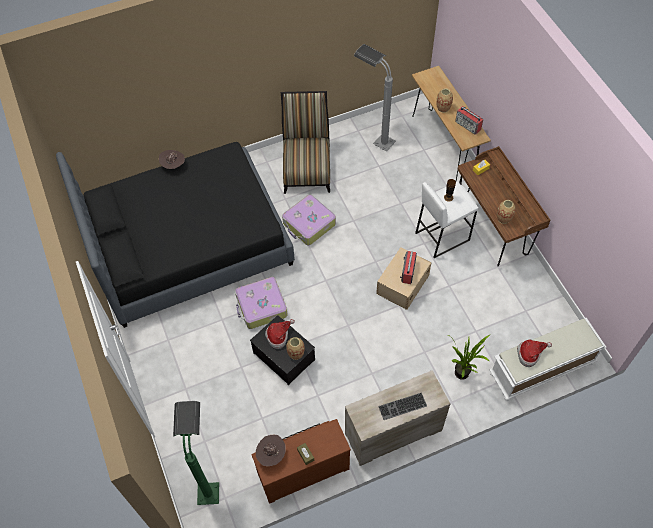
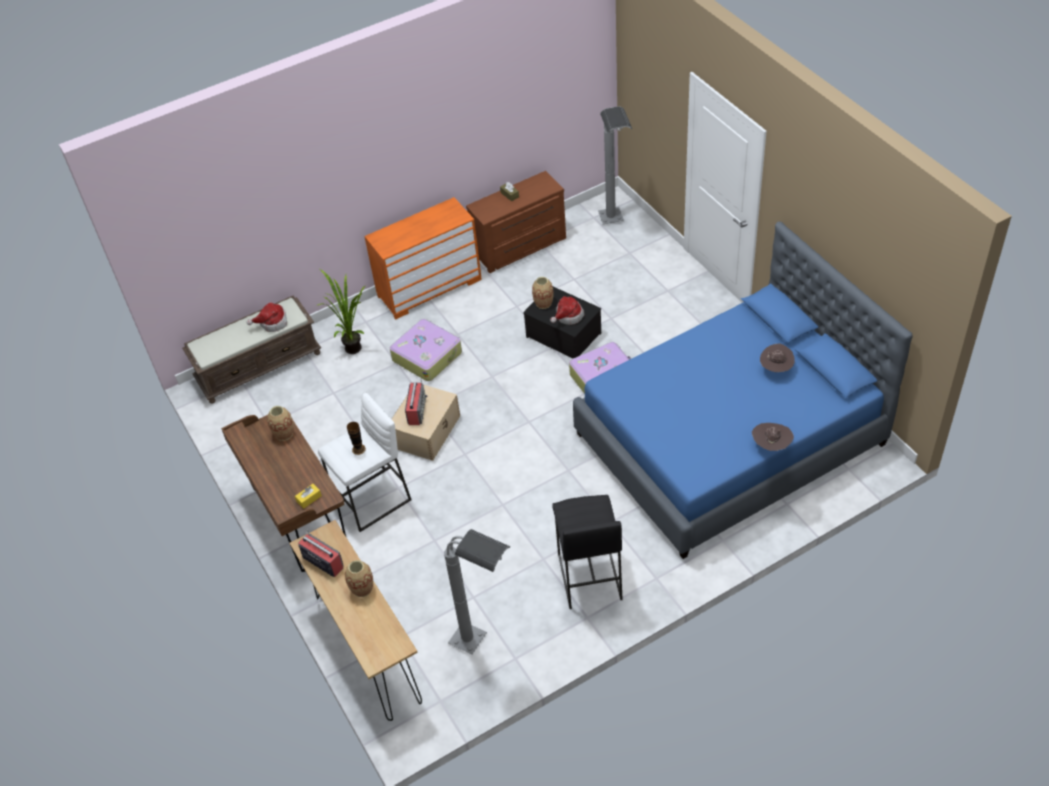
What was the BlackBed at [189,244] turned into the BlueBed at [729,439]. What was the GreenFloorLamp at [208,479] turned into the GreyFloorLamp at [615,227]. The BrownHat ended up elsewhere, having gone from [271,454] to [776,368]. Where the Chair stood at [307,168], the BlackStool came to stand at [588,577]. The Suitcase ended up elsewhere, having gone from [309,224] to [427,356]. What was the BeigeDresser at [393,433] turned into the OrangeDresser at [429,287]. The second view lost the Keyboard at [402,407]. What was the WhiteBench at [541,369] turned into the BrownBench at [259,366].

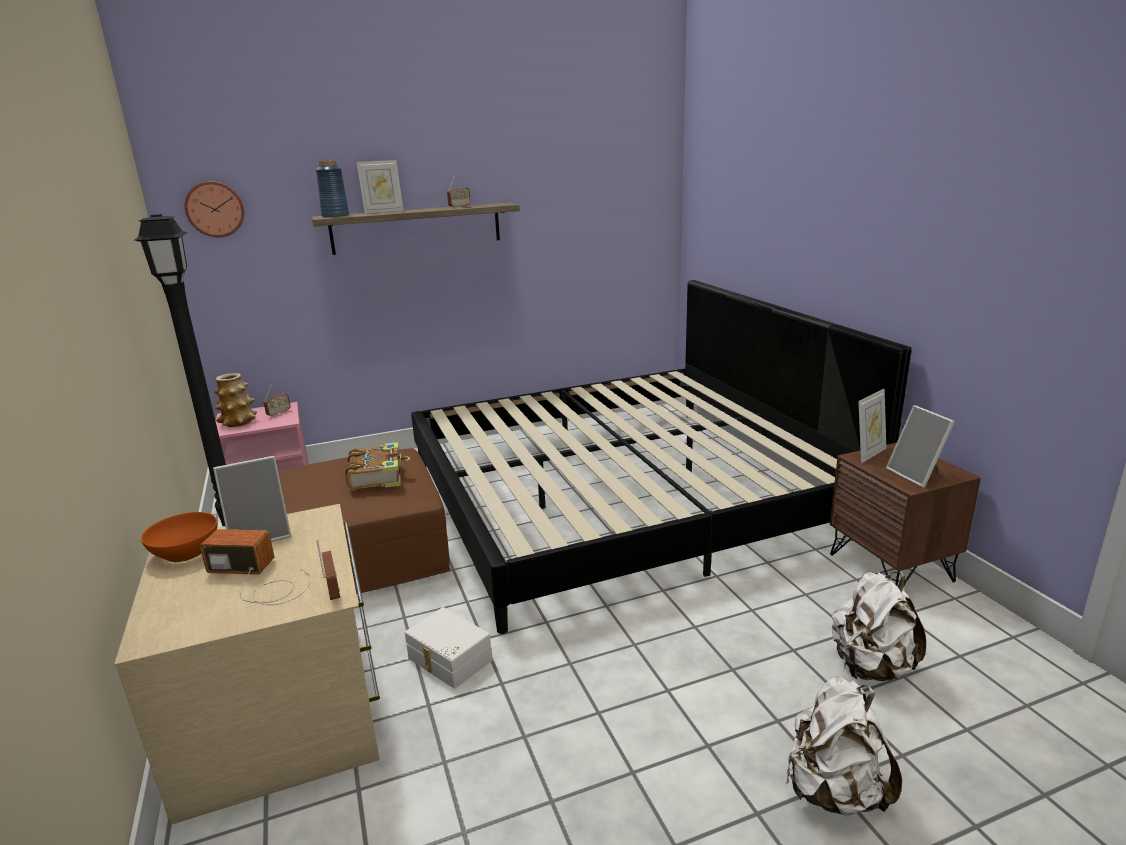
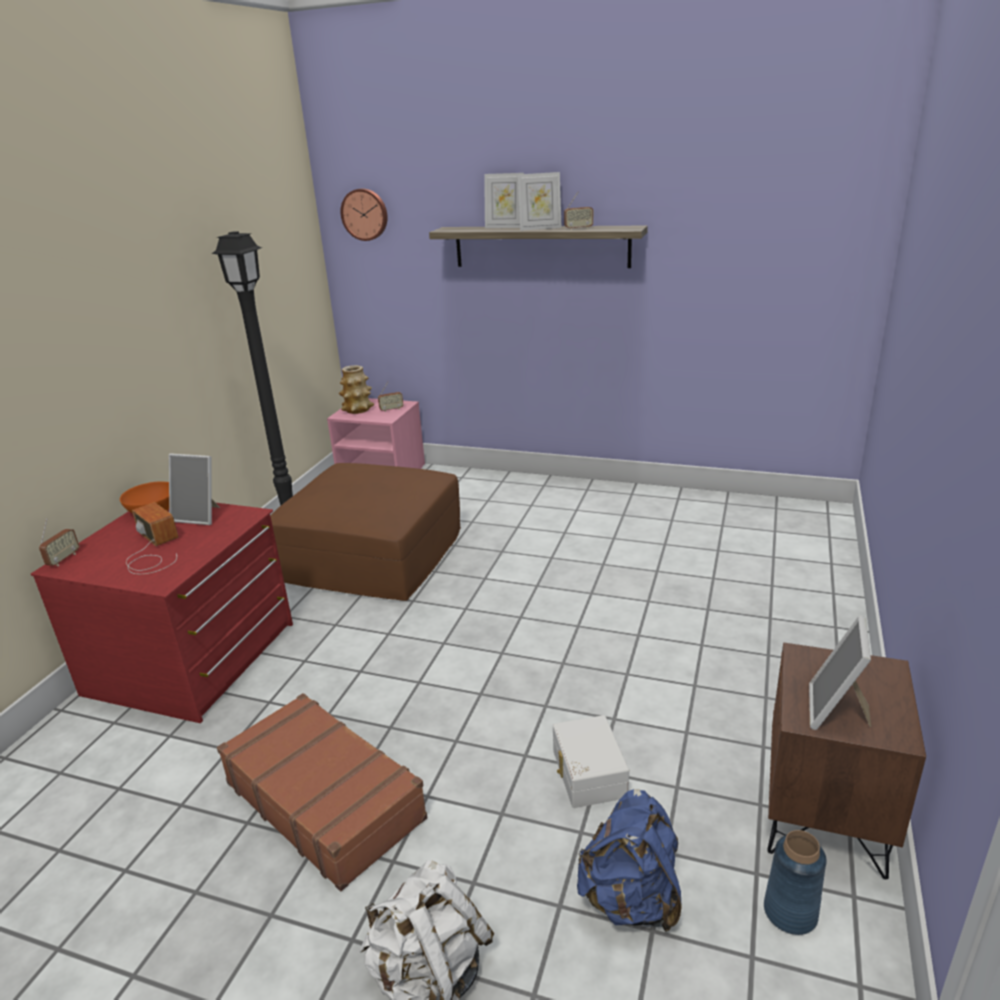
What was the BeigeDresser at [283,714] turned into the RedDresser at [194,659]. The BlueVase ended up elsewhere, having gone from [335,216] to [790,912]. The Radio ended up elsewhere, having gone from [332,591] to [63,559]. The second view lost the Book at [377,476]. The WhiteStorageBox ended up elsewhere, having gone from [448,660] to [587,773]. The second view lost the Bed at [622,494]. What was the WhiteBackpack at [871,667] turned into the BlueBackpack at [631,899]. The PictureFrame ended up elsewhere, having gone from [869,454] to [540,228]. The second view gained the BrownSuitcase at [325,799].

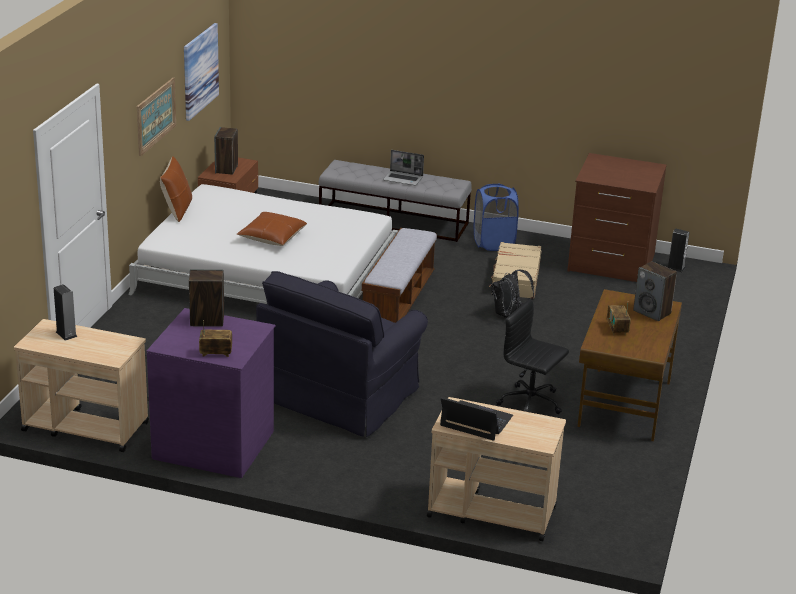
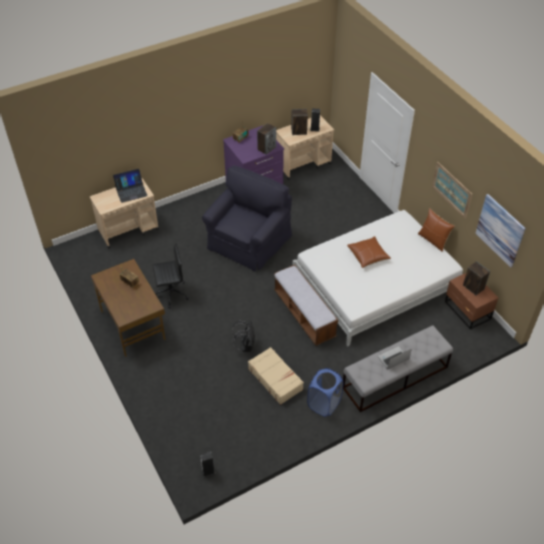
The BlackArmchair at [341,393] ended up facing another way, 45 degrees clockwise from before. The second view lost the BrownDresser at [611,263]. The Speaker ended up elsewhere, having gone from [652,312] to [298,131].

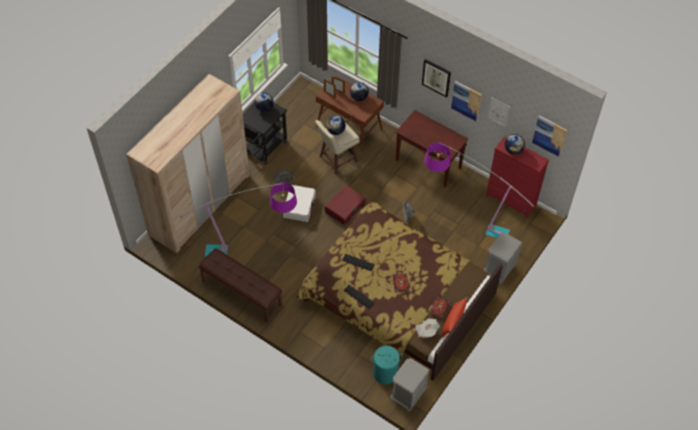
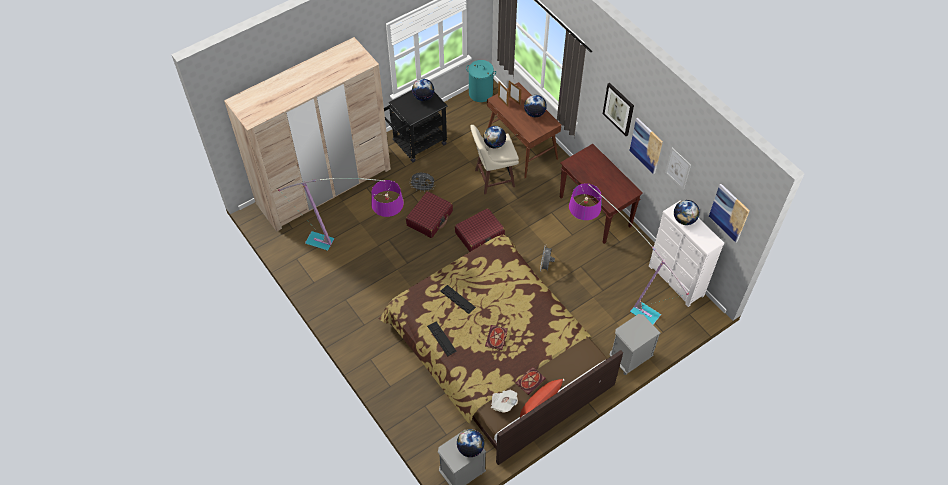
The second view lost the BrownBench at [241,293]. What was the WhiteSuitcase at [299,206] turned into the RedSuitcase at [430,218]. The TurquoiseLaundryBasket ended up elsewhere, having gone from [385,373] to [481,93]. What was the RedDresser at [510,201] turned into the WhiteDresser at [675,281]. The second view gained the Globe at [470,448].

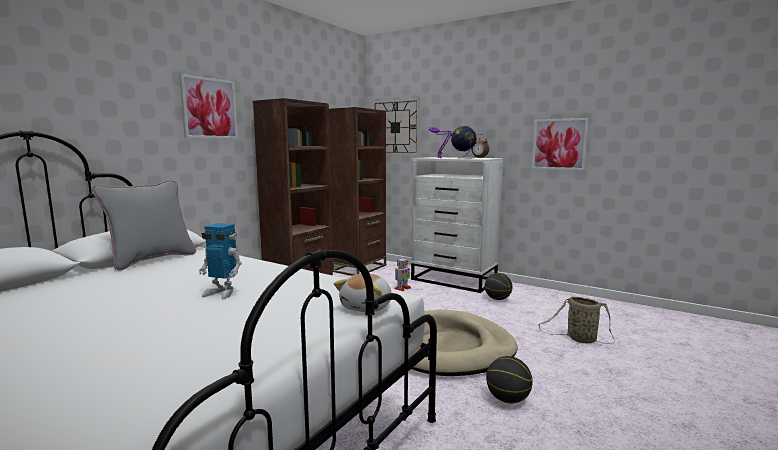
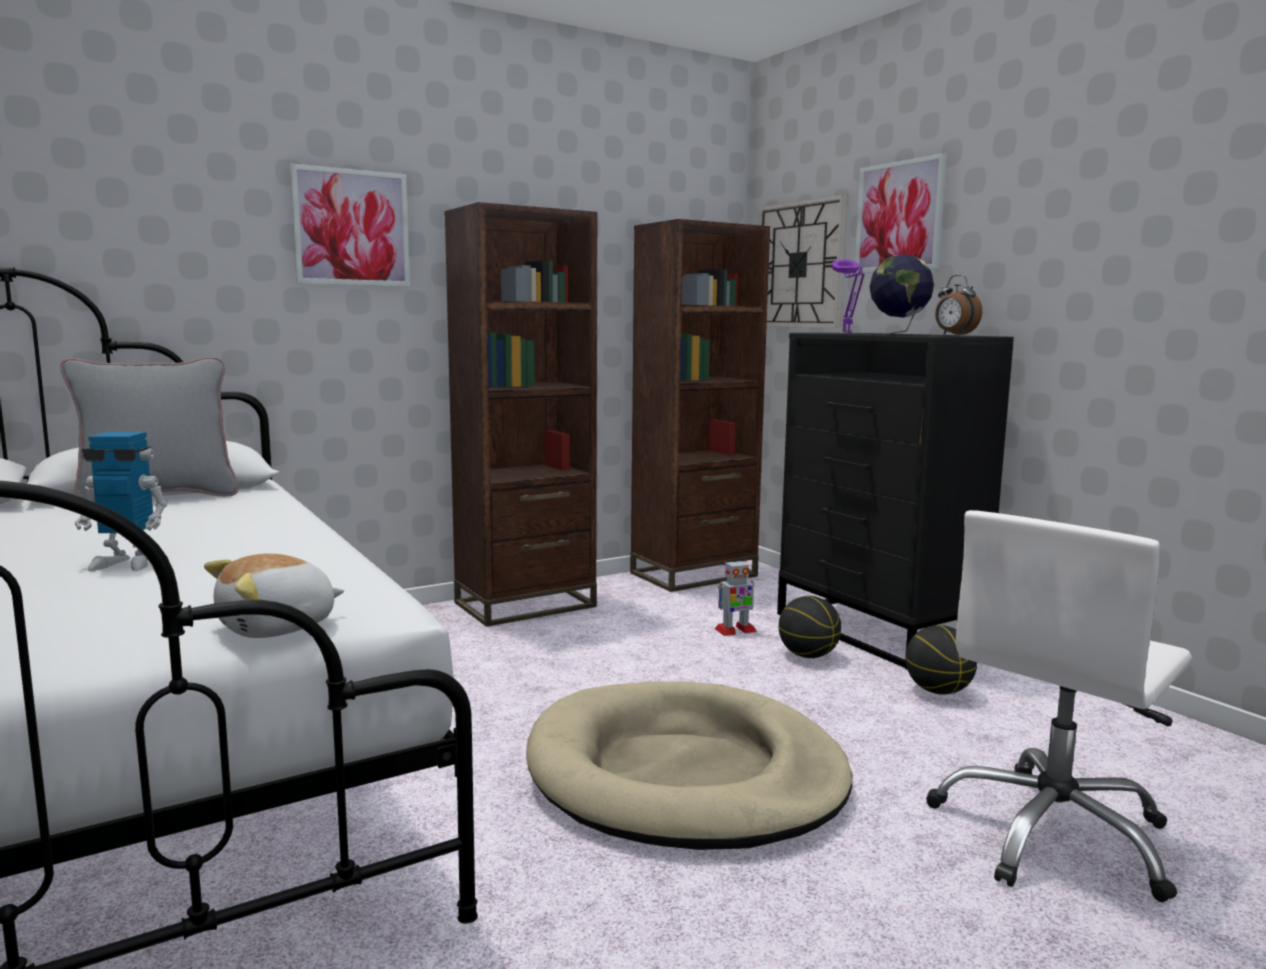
The ToyRobot at [222,293] ended up facing another way, 45 degrees counterclockwise from before. What was the WhiteDresser at [454,280] turned into the BlackDresser at [877,631]. The Basketball ended up elsewhere, having gone from [508,399] to [808,656]. The Picture ended up elsewhere, having gone from [559,144] to [899,216]. Where the Basket stood at [579,339], the WhiteOfficeChair came to stand at [1053,834].

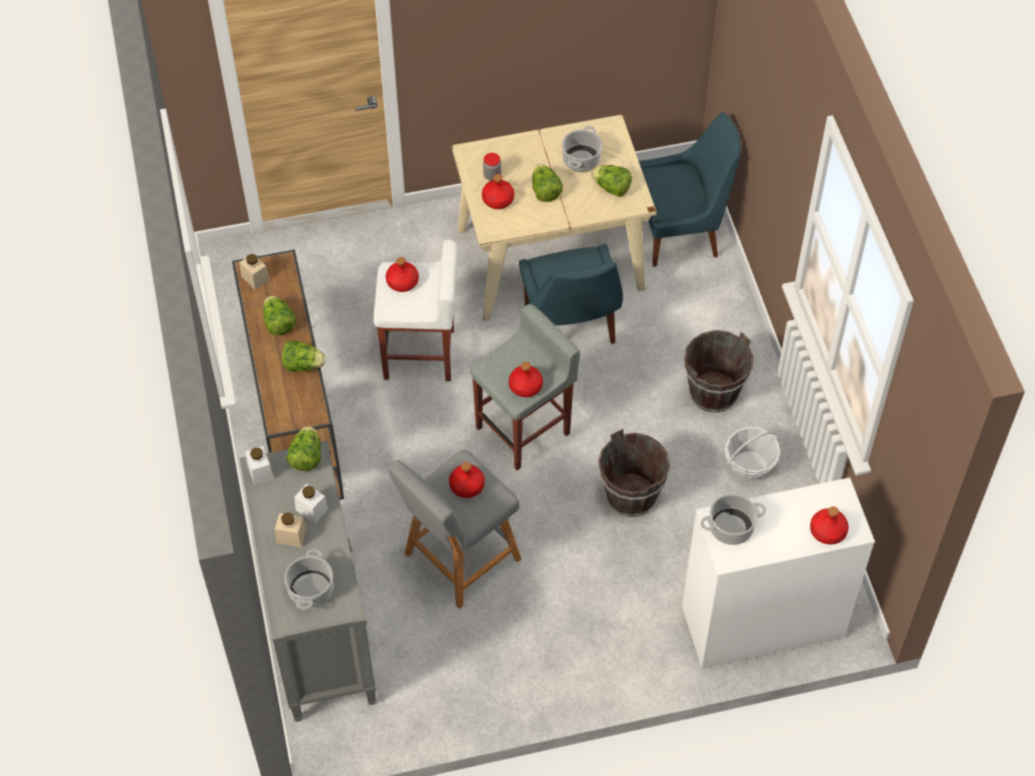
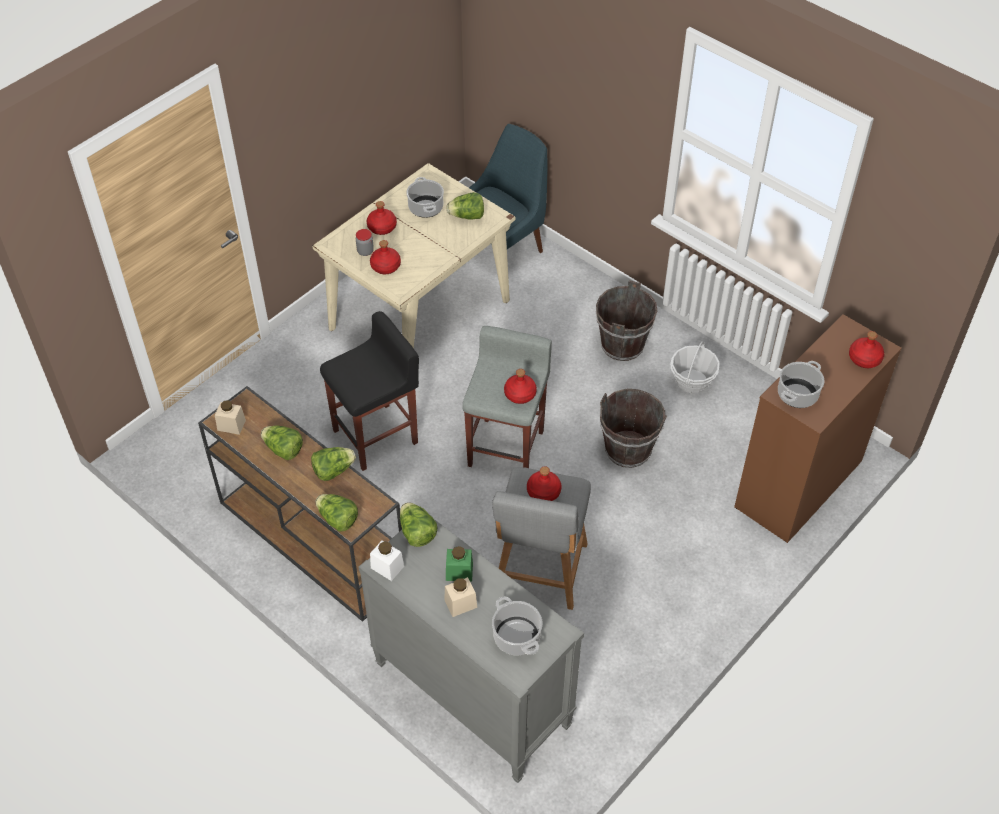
What was the WhiteJar at [311,509] turned into the GreenJar at [459,572]. What was the WhiteStool at [420,354] turned into the BlackStool at [376,436]. The RedBottle ended up elsewhere, having gone from [402,281] to [381,227]. The second view lost the BlueChair at [570,327]. The Lettuce ended up elsewhere, having gone from [545,191] to [337,519]. What was the WhiteDresser at [762,622] turned into the BrownDresser at [798,484].

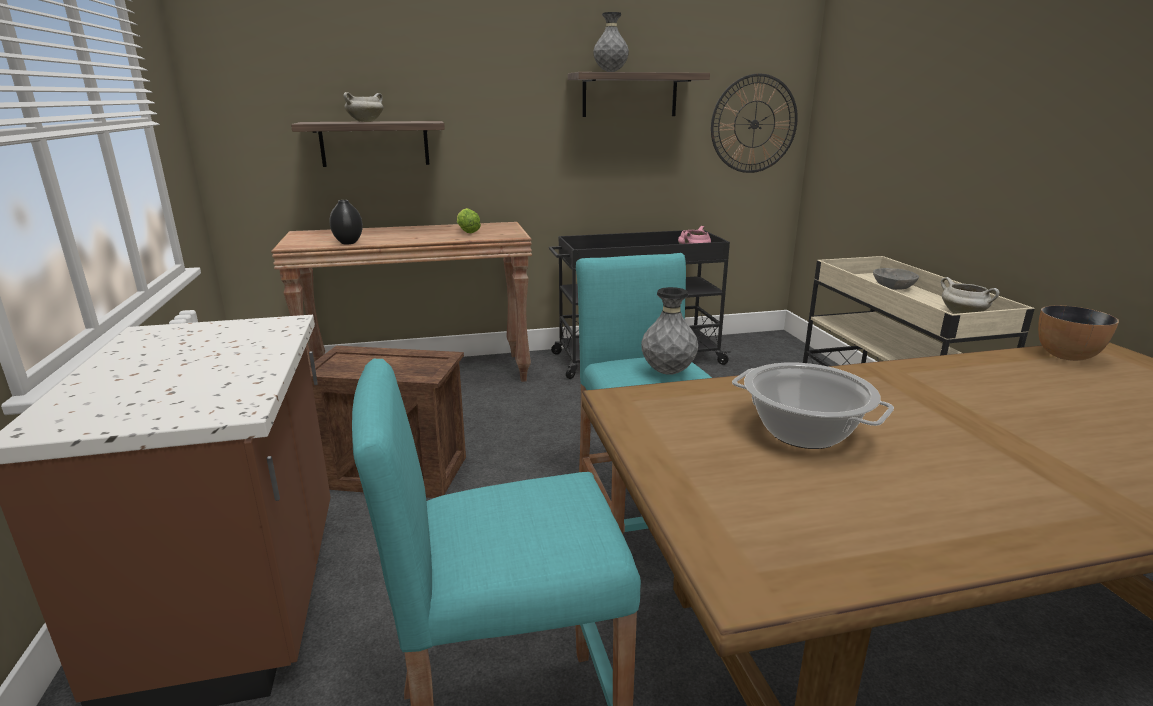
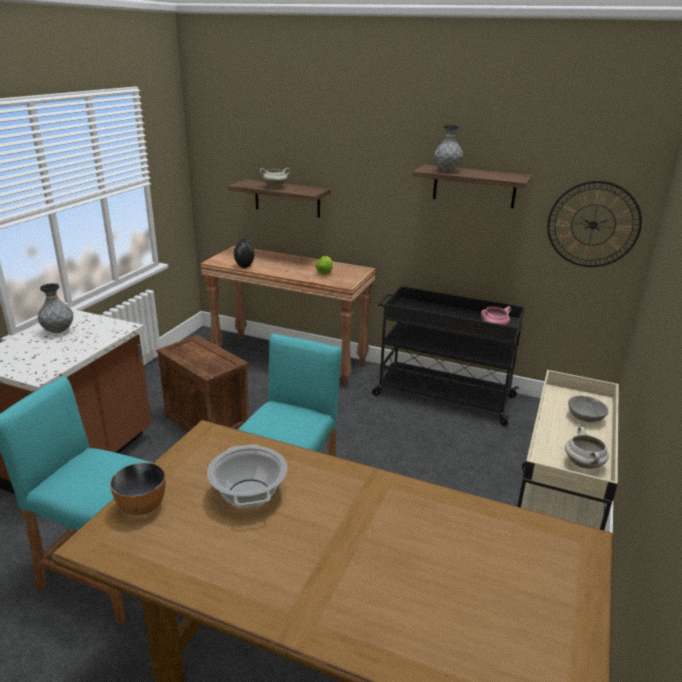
The GreyVase ended up elsewhere, having gone from [668,372] to [58,331]. The Bowl ended up elsewhere, having gone from [1066,356] to [142,507].

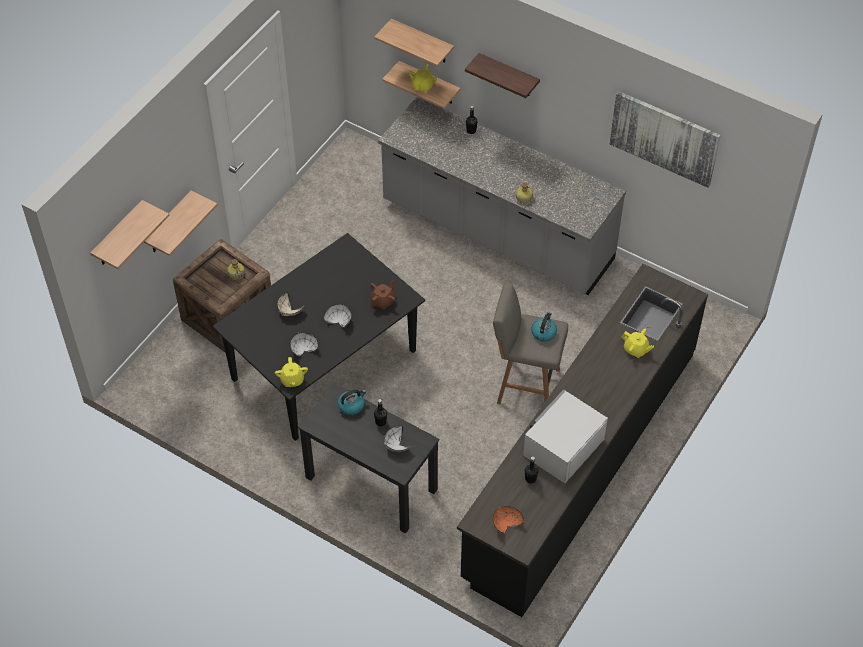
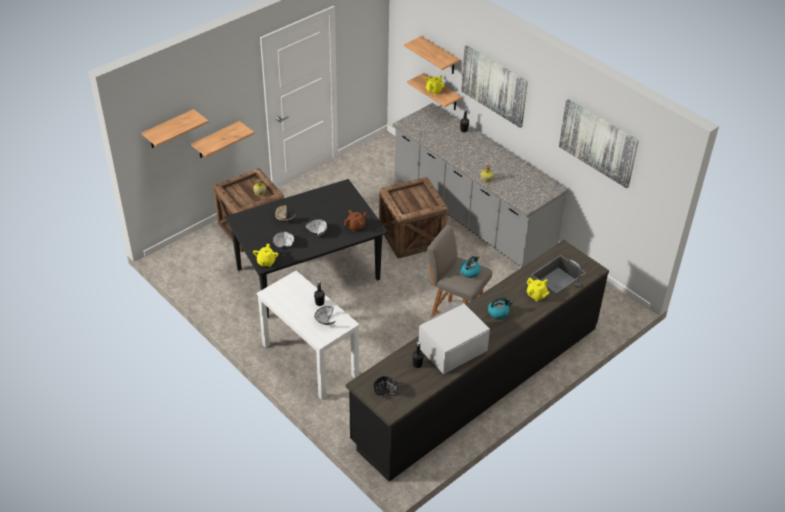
What was the BlackDesk at [370,483] turned into the WhiteDesk at [309,359]. The Kettle ended up elsewhere, having gone from [351,405] to [498,312]. Where the Shelf hung at [508,76], the Picture came to hang at [494,85]. What was the OrangeBowl at [505,524] turned into the BlackBowl at [384,391]. The second view gained the Crate at [411,237].

